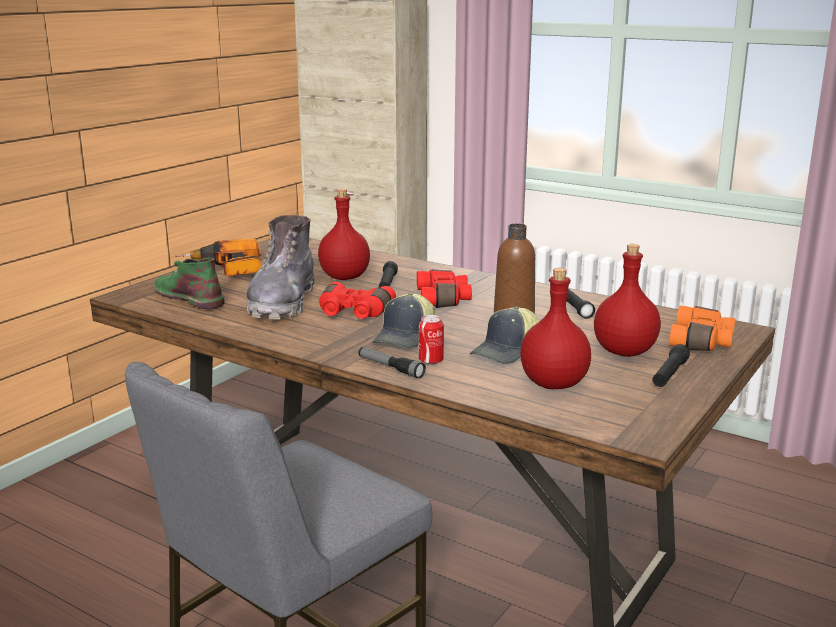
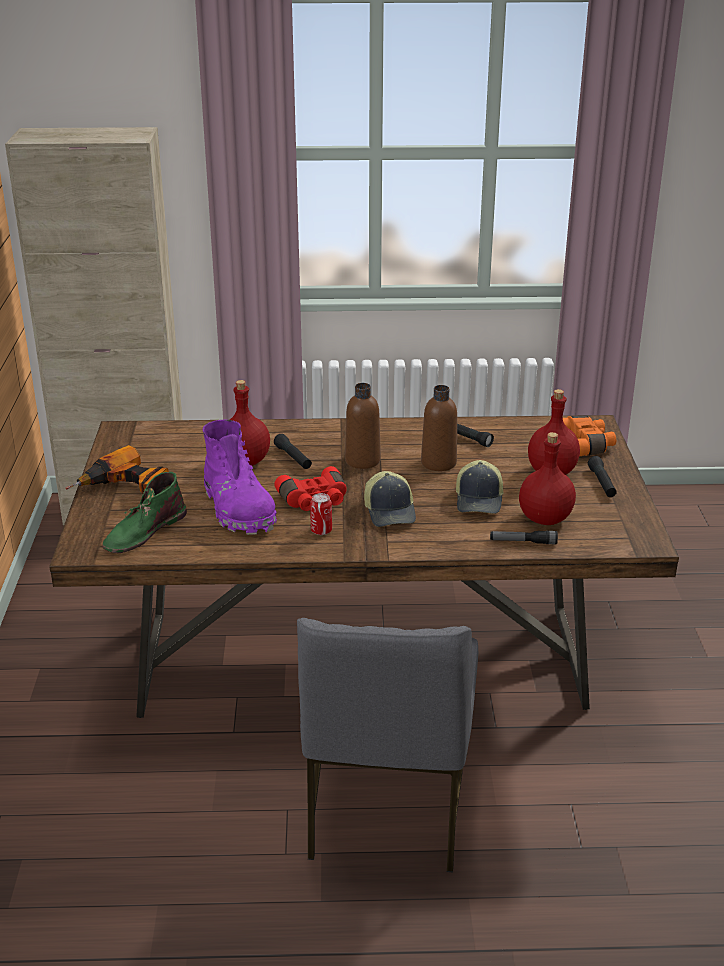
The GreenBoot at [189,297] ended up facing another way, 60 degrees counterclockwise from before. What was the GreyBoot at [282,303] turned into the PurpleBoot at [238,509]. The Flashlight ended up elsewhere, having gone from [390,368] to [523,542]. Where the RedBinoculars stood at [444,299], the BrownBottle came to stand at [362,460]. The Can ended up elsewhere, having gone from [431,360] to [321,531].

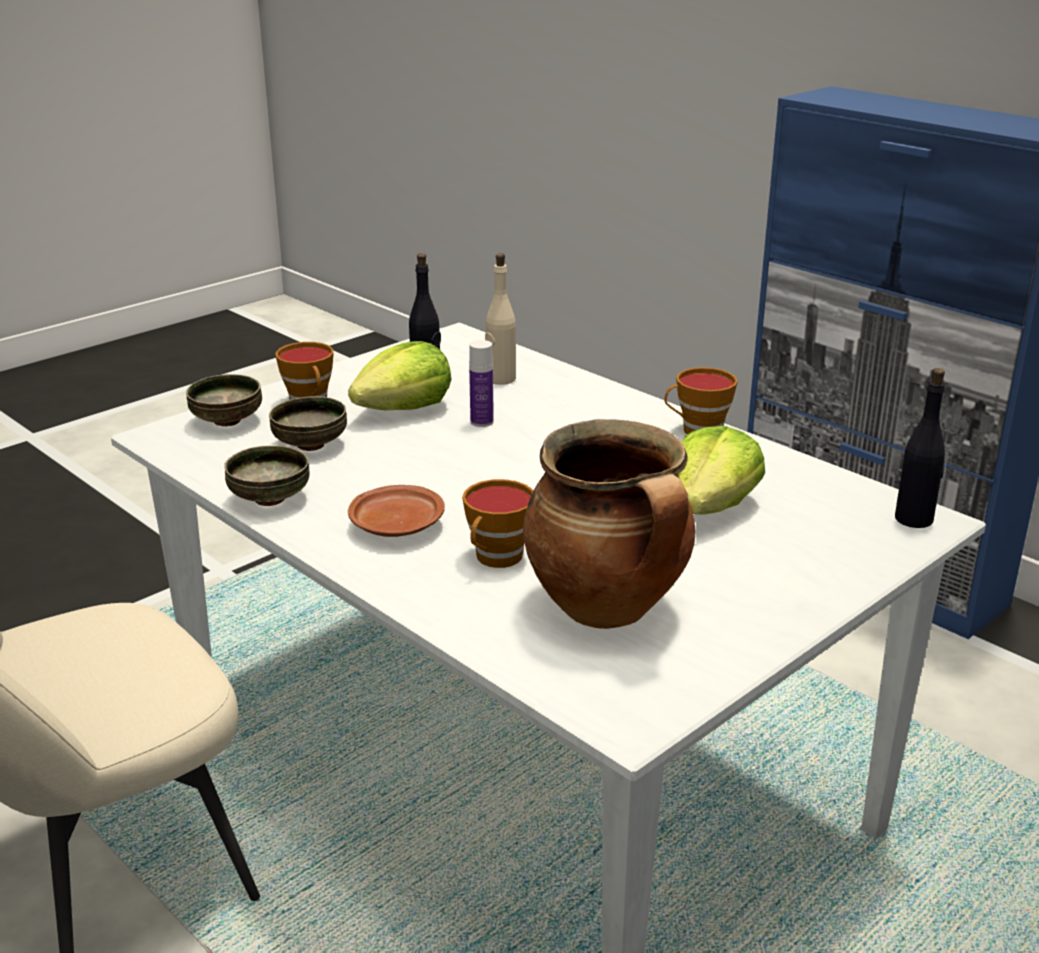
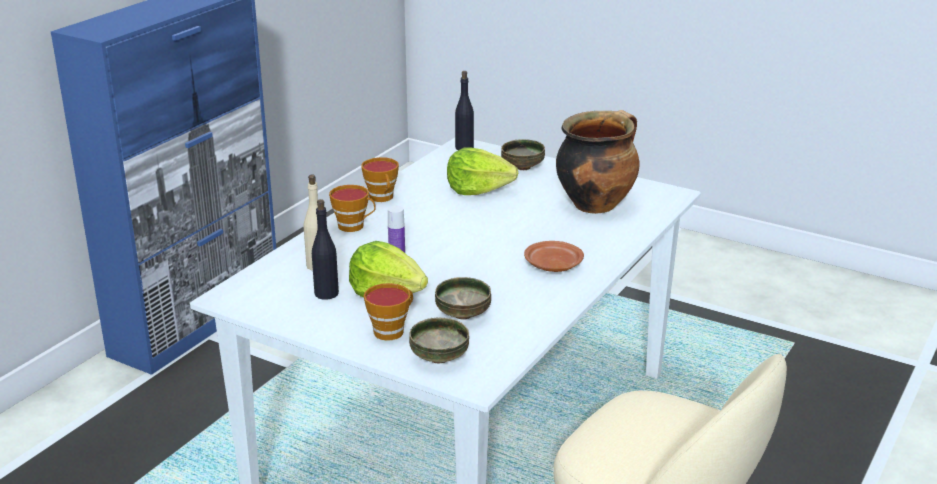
The Bowl ended up elsewhere, having gone from [268,499] to [523,167]. The Cup ended up elsewhere, having gone from [497,559] to [354,226].

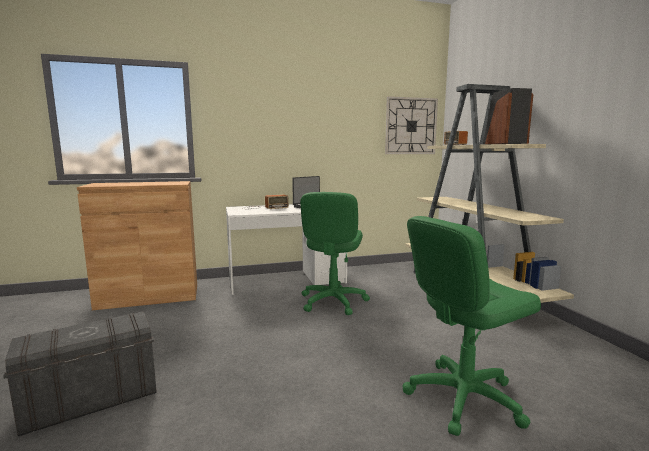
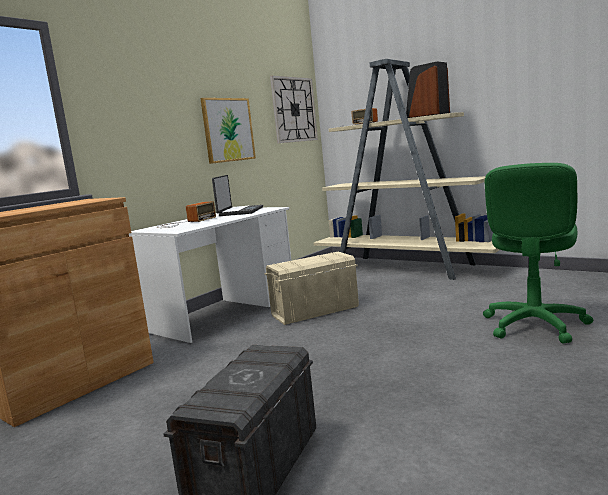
Where the GreenOfficeChair stood at [333,301], the BeigeStorageBox came to stand at [314,311]. The second view gained the Picture at [228,130].

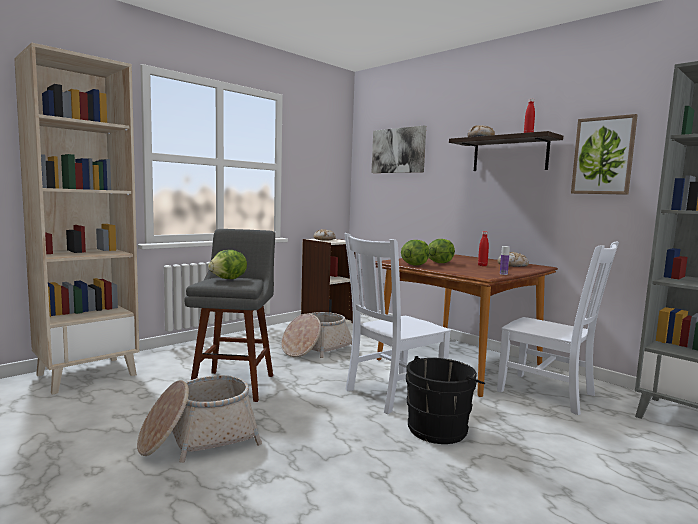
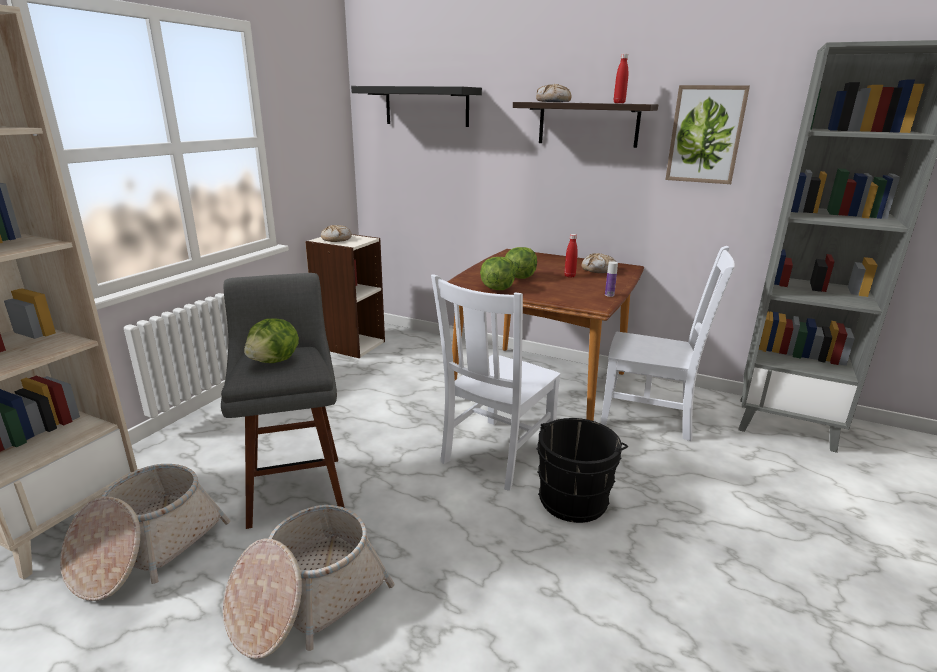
The Basket ended up elsewhere, having gone from [316,349] to [146,549]. Where the Picture hung at [398,150], the BlackShelf came to hang at [426,106].

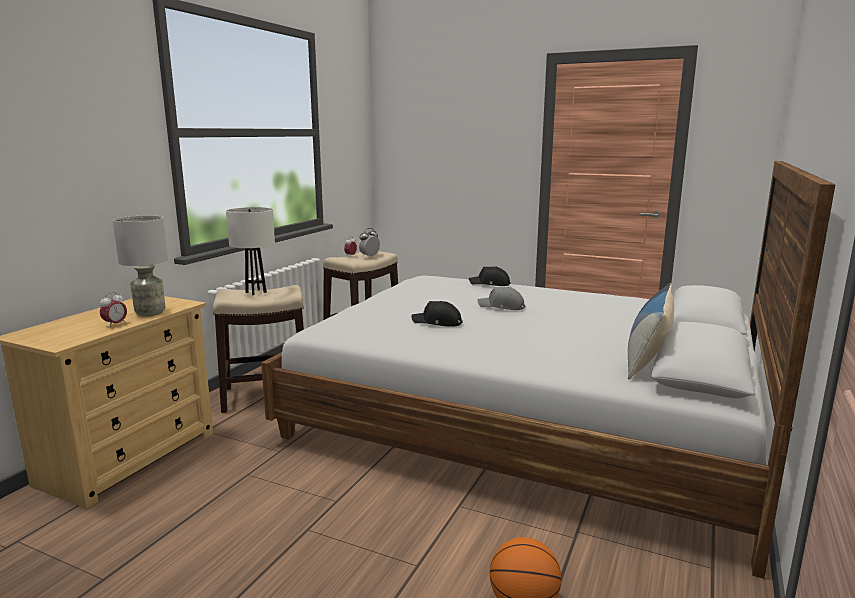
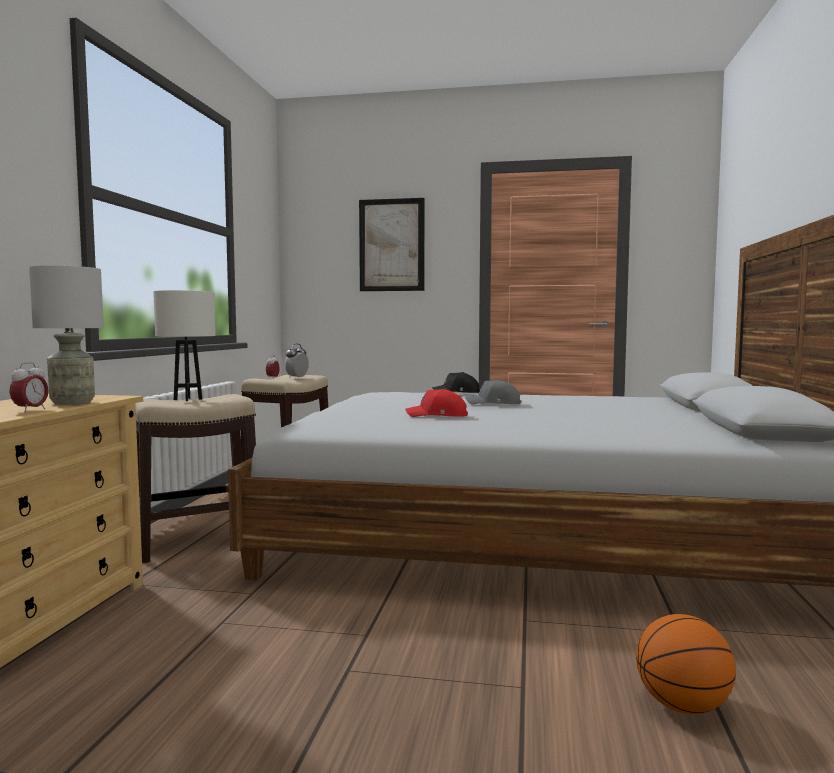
What was the BlackCap at [437,322] turned into the RedCap at [438,416]. The second view lost the Pillow at [648,357]. The second view gained the Picture at [392,245].

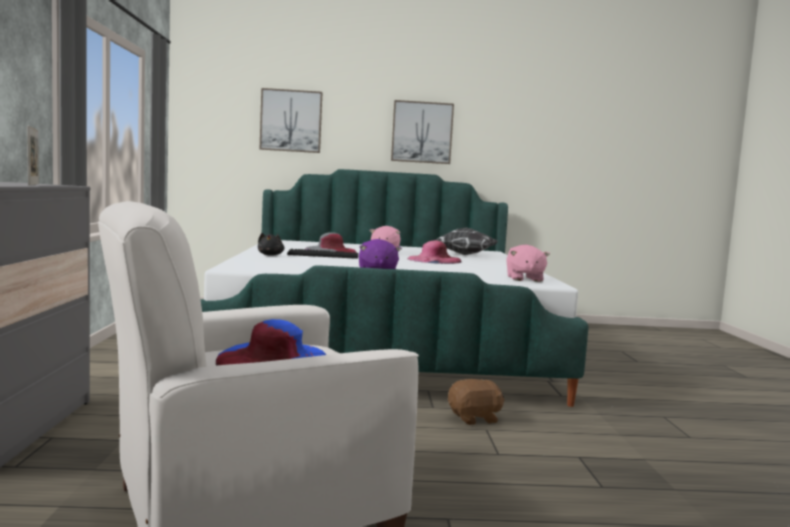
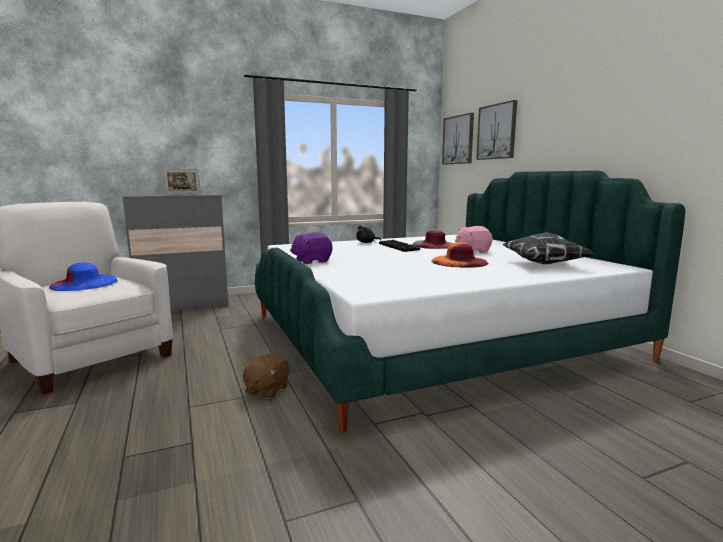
The Picture ended up elsewhere, having gone from [422,132] to [458,140]. What was the PinkHat at [434,260] turned into the OrangeHat at [459,262]. The BrownPlushToy at [474,418] ended up facing another way, 60 degrees clockwise from before. The second view lost the PinkPlushToy at [524,279].

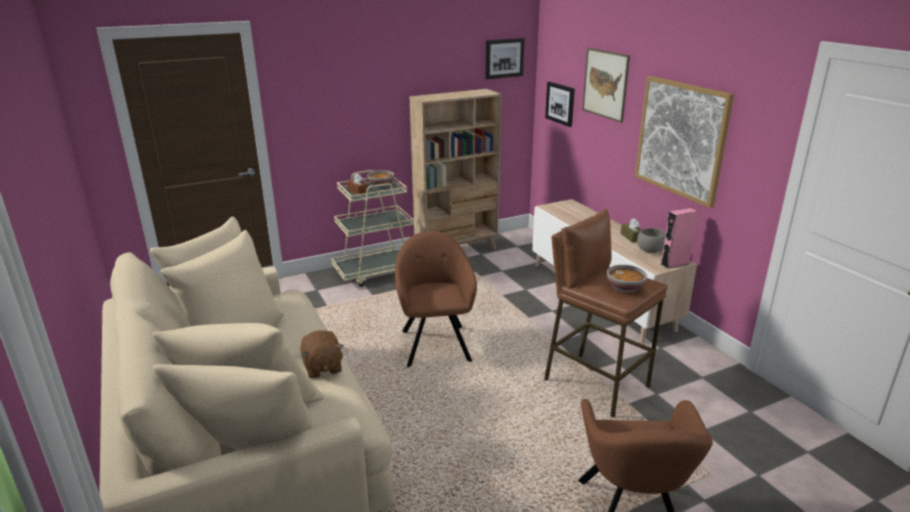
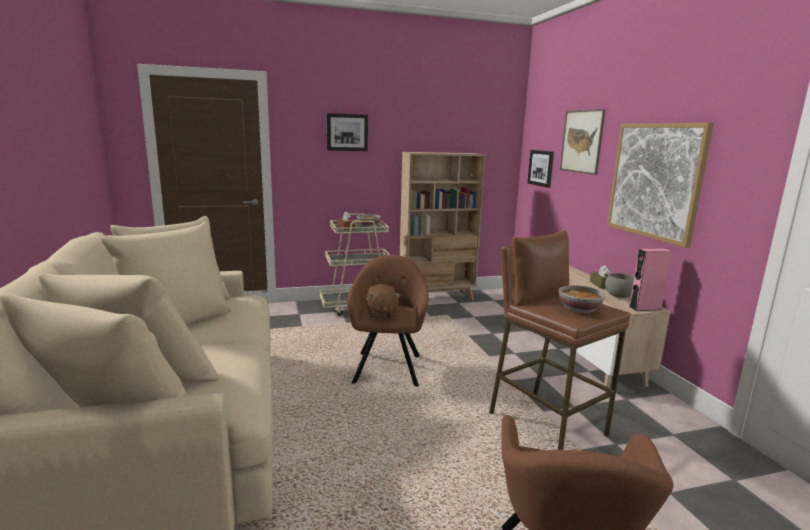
The BrownPlushToy ended up elsewhere, having gone from [322,367] to [381,314]. The Picture ended up elsewhere, having gone from [504,58] to [347,132].

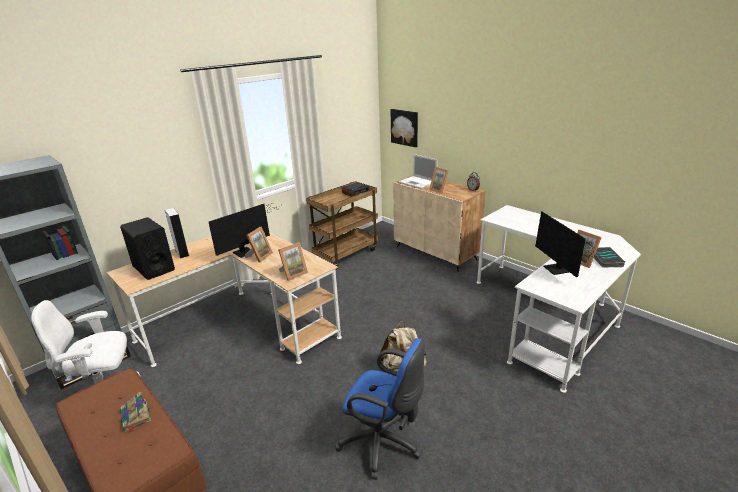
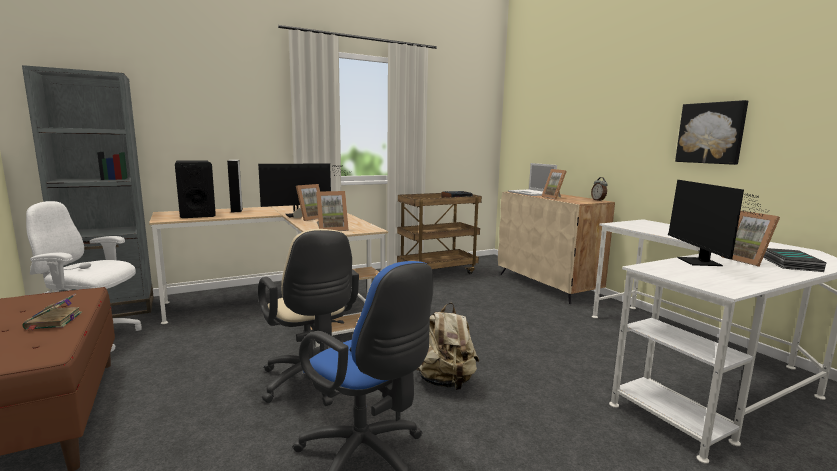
The Picture ended up elsewhere, having gone from [405,127] to [711,133]. The second view gained the BeigeOfficeChair at [311,383].

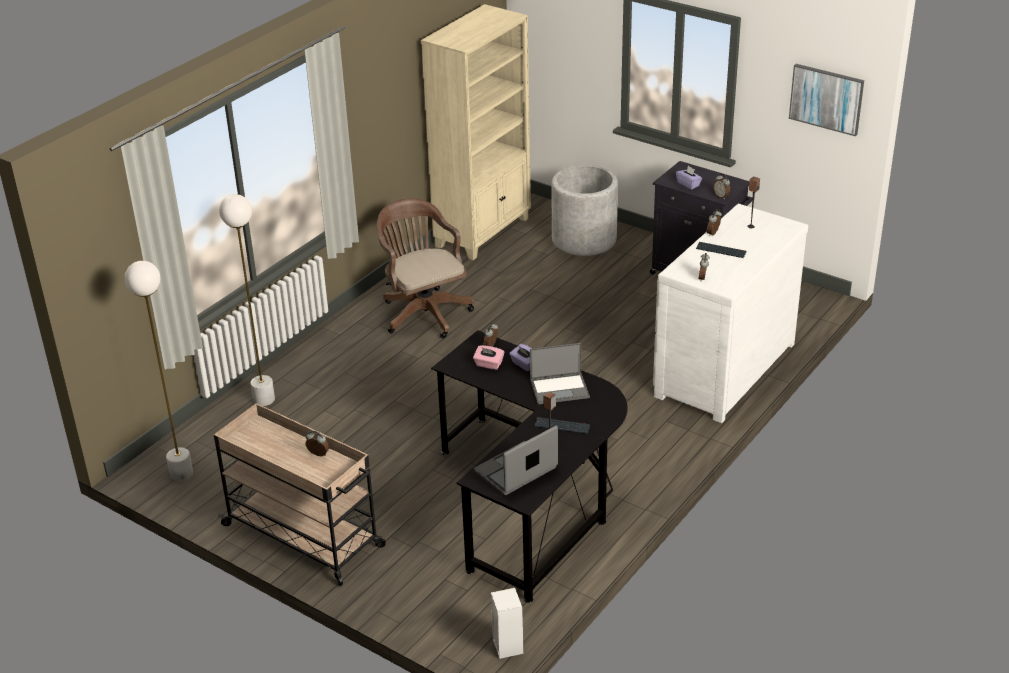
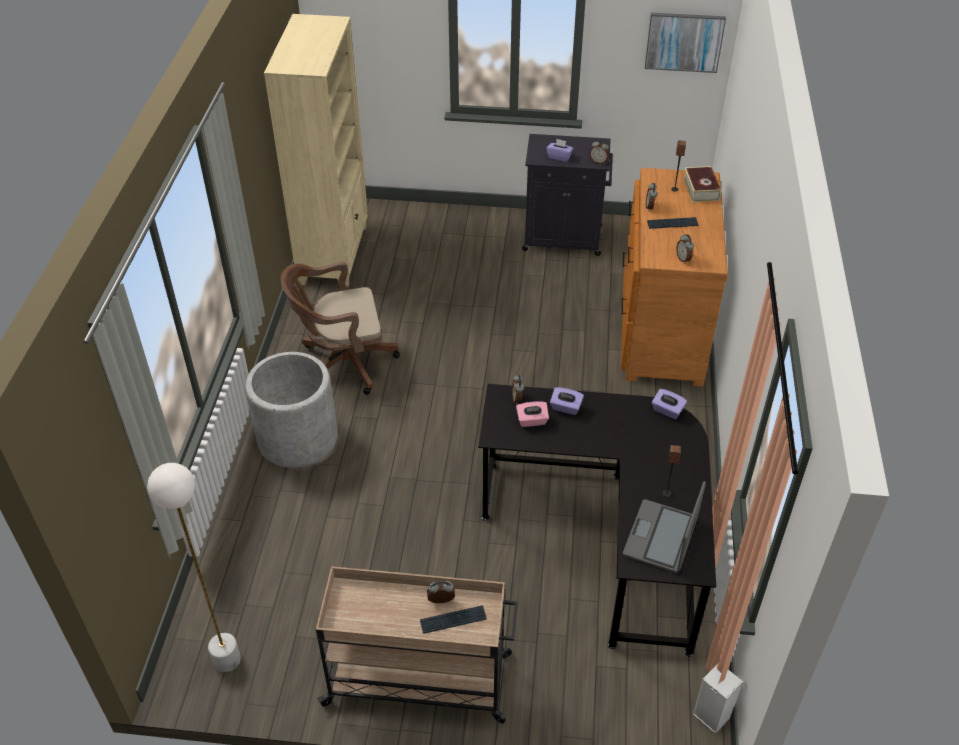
The second view lost the WhiteFloorLamp at [264,399]. The BrownOfficeChair at [423,312] ended up facing another way, 45 degrees counterclockwise from before. The second view lost the Laptop at [560,388]. The Keyboard ended up elsewhere, having gone from [562,426] to [453,620]. The GreyPlanter ended up elsewhere, having gone from [584,240] to [298,438]. What was the WhiteDresser at [722,369] turned into the BrownDresser at [660,330]. The second view gained the PurpleTissueBox at [667,410]. The second view gained the Book at [701,189].

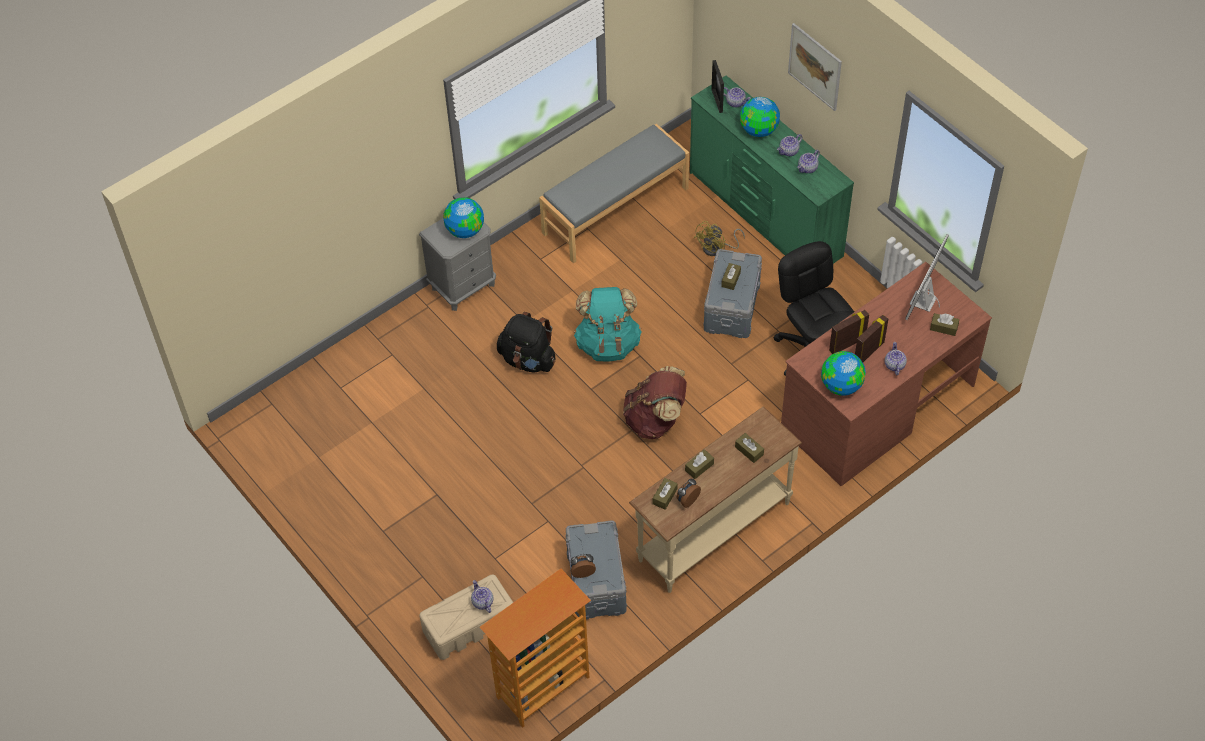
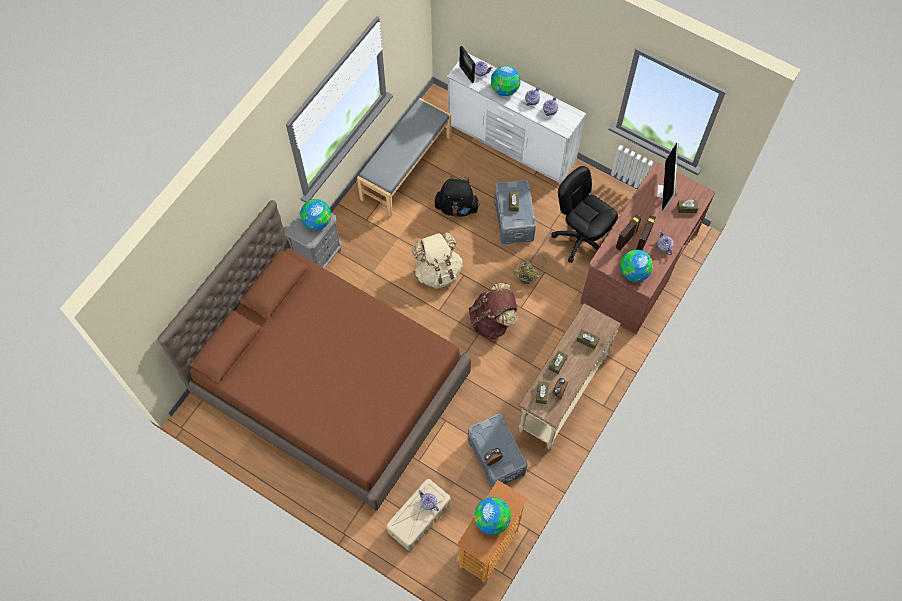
The BlackBackpack ended up elsewhere, having gone from [528,360] to [456,207]. What was the TurquoiseBackpack at [608,343] turned into the BeigeBackpack at [438,271]. What was the GreenDresser at [764,215] turned into the WhiteDresser at [511,144]. The YellowFan ended up elsewhere, having gone from [717,249] to [529,276]. The second view lost the Picture at [815,66]. The second view gained the BrownBed at [331,383]. The second view gained the Globe at [492,520].

